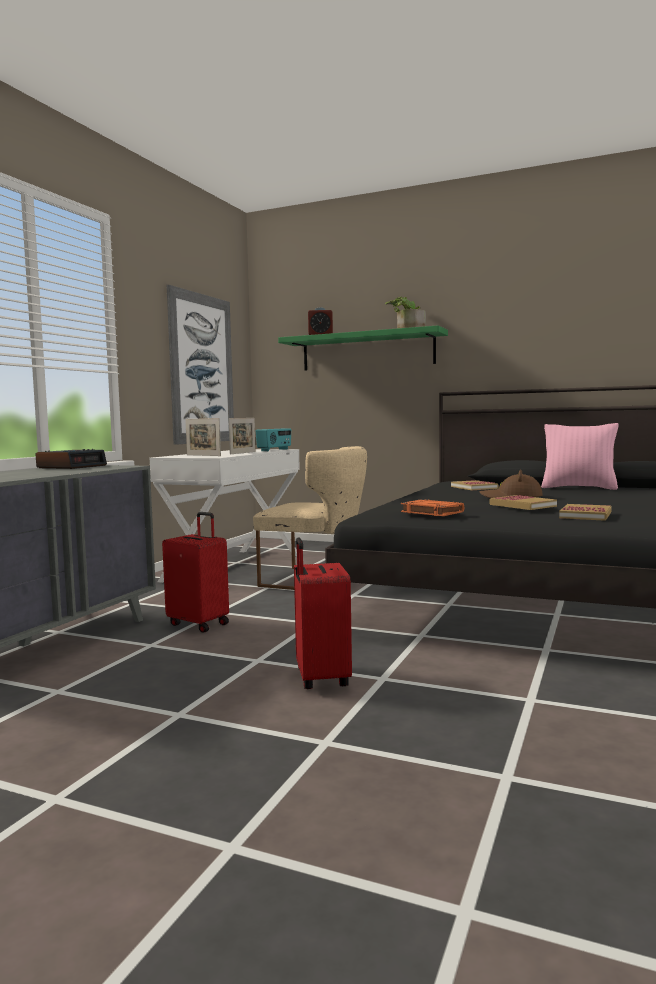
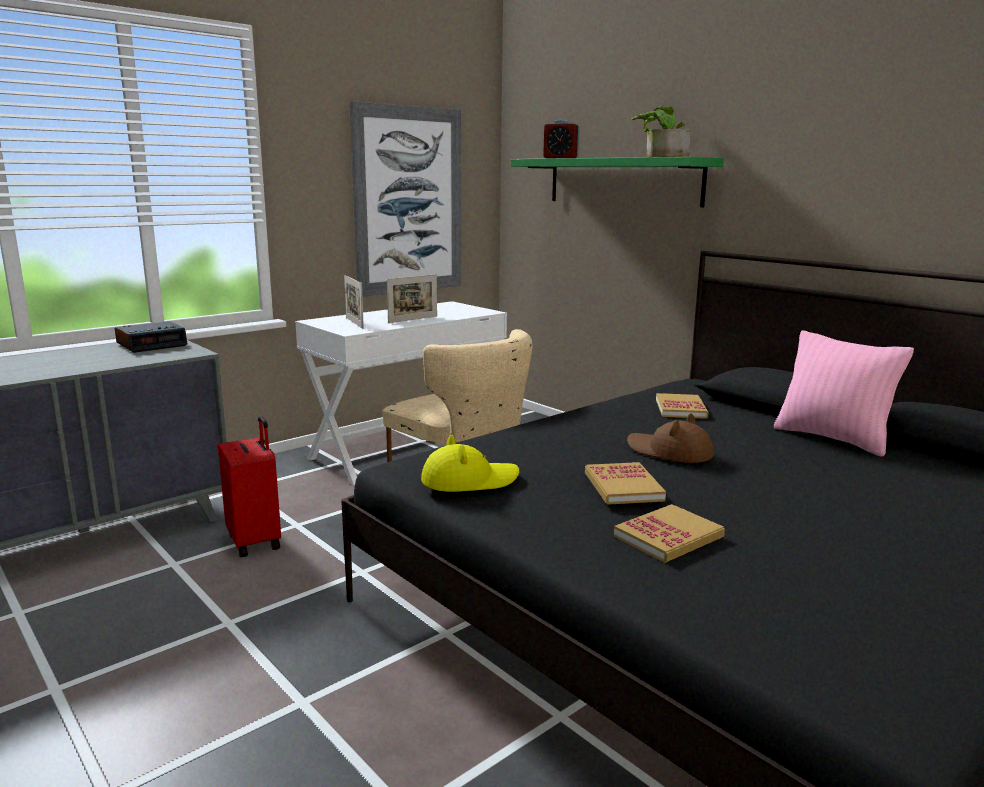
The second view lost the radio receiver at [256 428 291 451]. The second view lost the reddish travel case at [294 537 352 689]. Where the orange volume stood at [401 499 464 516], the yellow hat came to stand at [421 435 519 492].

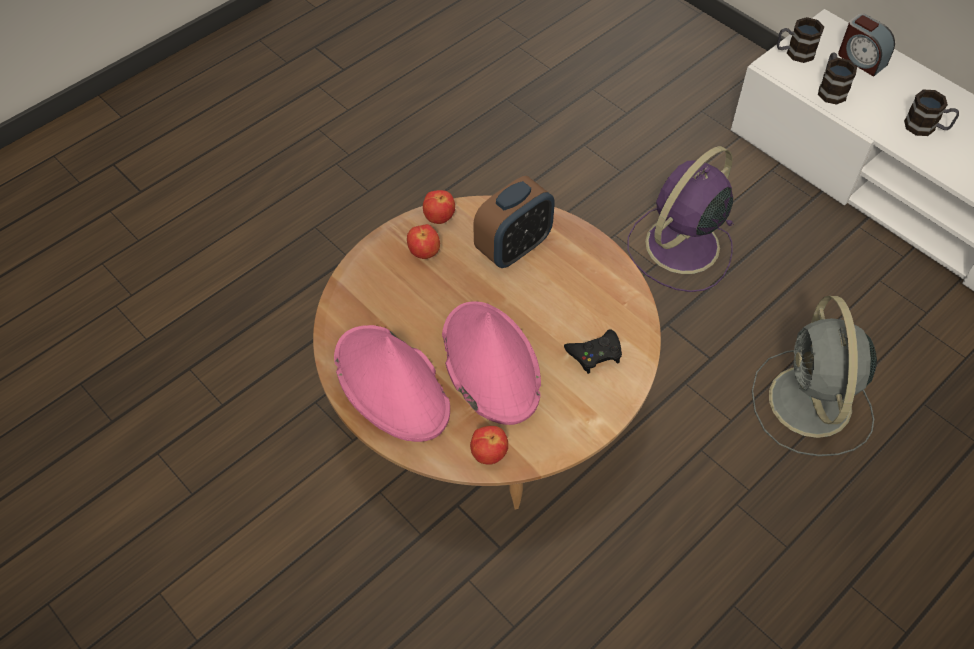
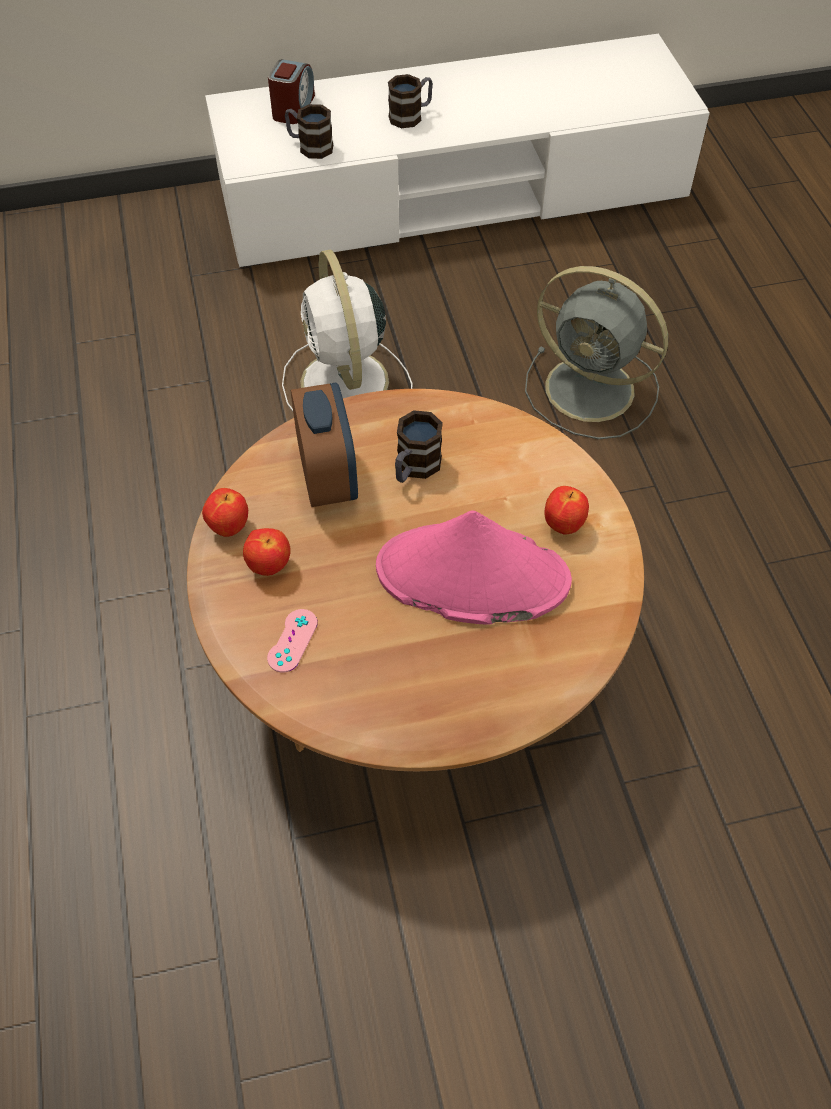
The second view lost the pink-coloured hat at [334 325 450 442]. The second view lost the blackish gamepad at [564 329 622 374]. The second view gained the pink-coloured gamepad at [267 609 318 673]. The apple fruit ended up elsewhere, having gone from [470 426 508 464] to [544 486 589 535]. The mug ended up elsewhere, having gone from [777 17 824 63] to [395 410 443 483]. What was the purple-coloured cooling fan at [627 146 734 292] turned into the white cooling fan at [282 250 413 411]. The bedside clock at [838 13 895 77] ended up facing another way, 60 degrees counterclockwise from before.

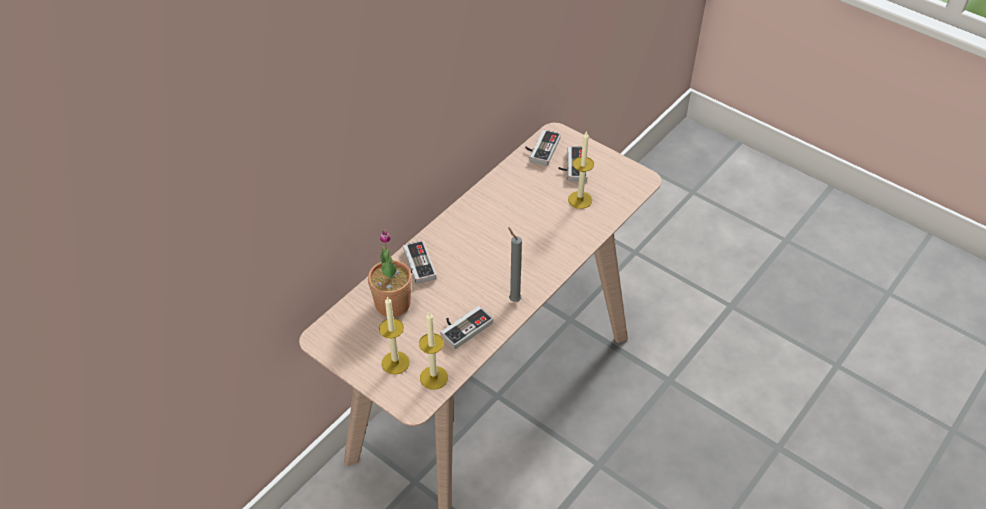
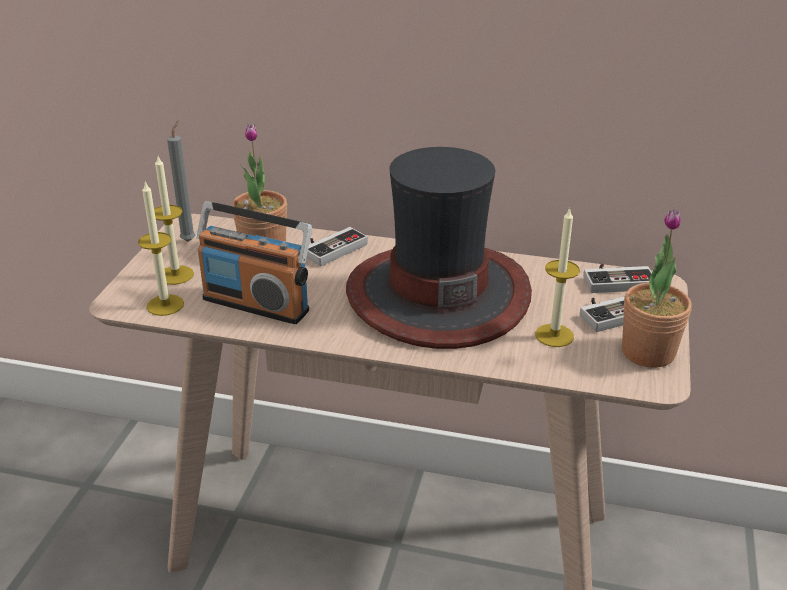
The second view gained the hat at [346 147 532 349]. The second view gained the houseplant at [622 209 692 368]. The greyish wax candle ended up elsewhere, having gone from [508 227 522 302] to [167 120 195 242]. Where the gamepad stood at [440 306 493 349], the radio receiver came to stand at [197 201 312 324].

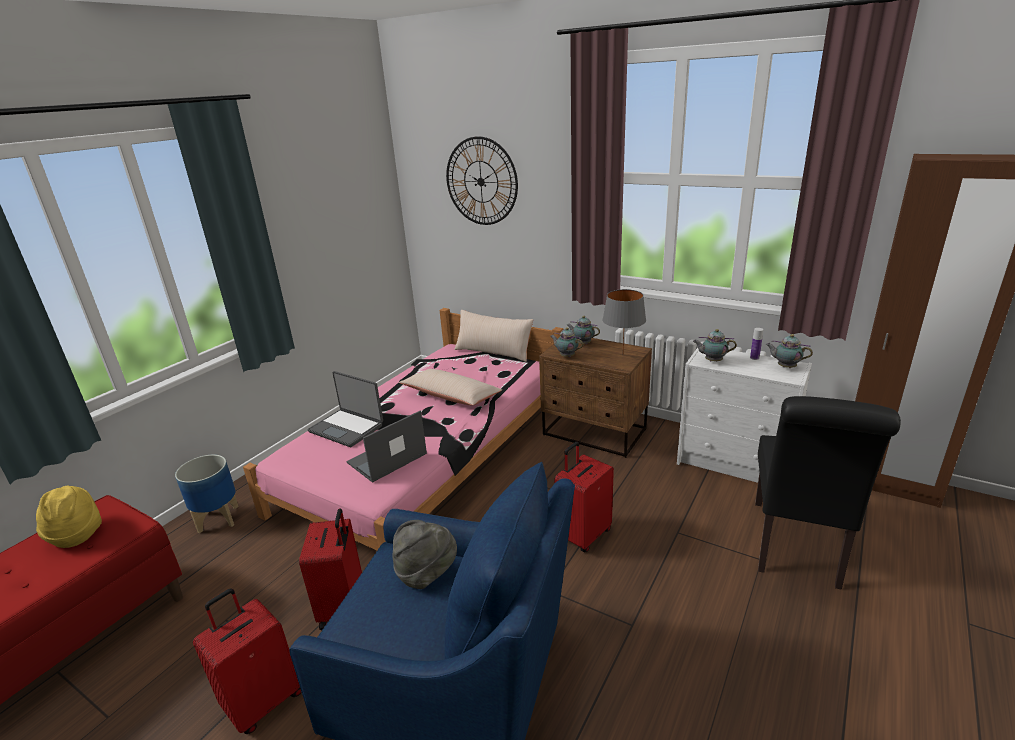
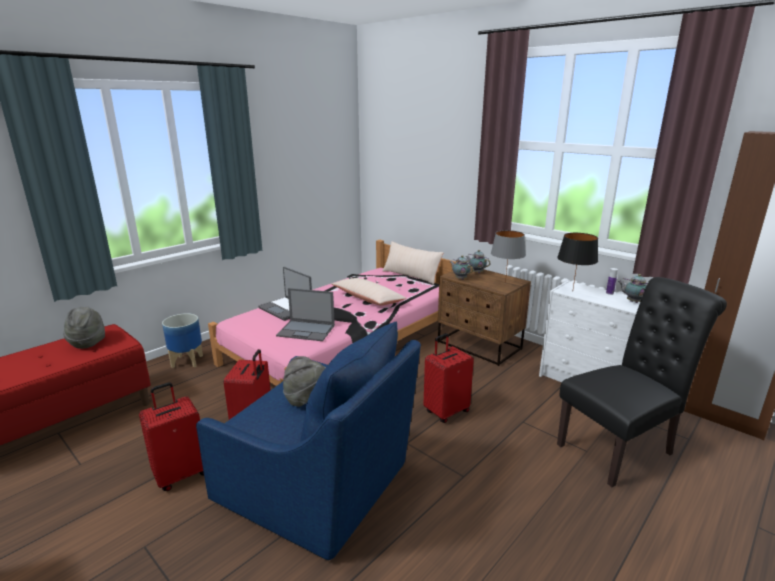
The second view lost the hanging clock at [446 136 518 225]. Where the teapot stood at [693 329 737 362], the blackish table lamp came to stand at [557 233 598 292]. What was the yellow hat at [36 485 102 548] turned into the greyish hat at [63 307 105 349]. The laptop at [346 411 427 483] ended up facing another way, 135 degrees counterclockwise from before. The blackish plain chair at [755 396 901 590] ended up facing another way, 150 degrees counterclockwise from before.

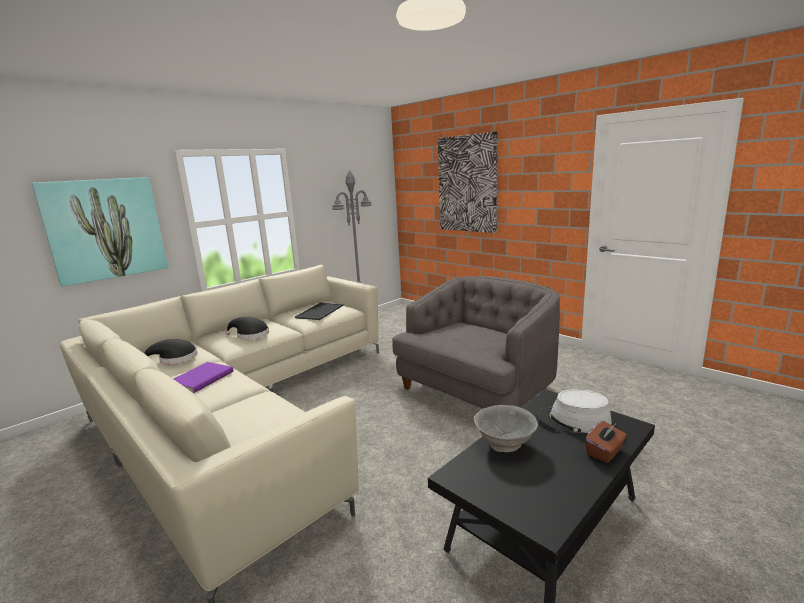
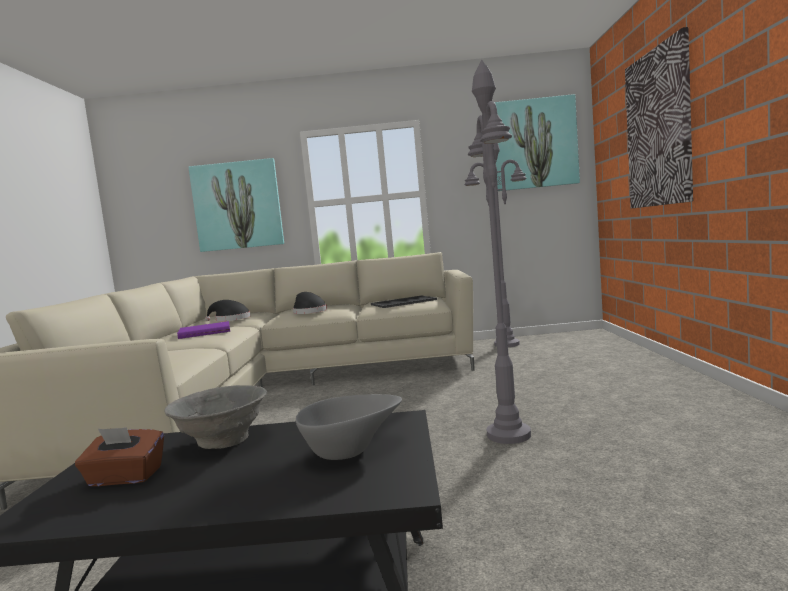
The second view gained the picture at [495 94 580 191]. The brown tissue holder ended up elsewhere, having gone from [585 421 627 463] to [75 427 164 486]. Where the greyish lounge chair stood at [392 276 560 409], the greyish floor lamp came to stand at [468 60 531 444]. Where the greyish hat stood at [537 389 612 433], the greyish serving bowl came to stand at [296 394 402 460].

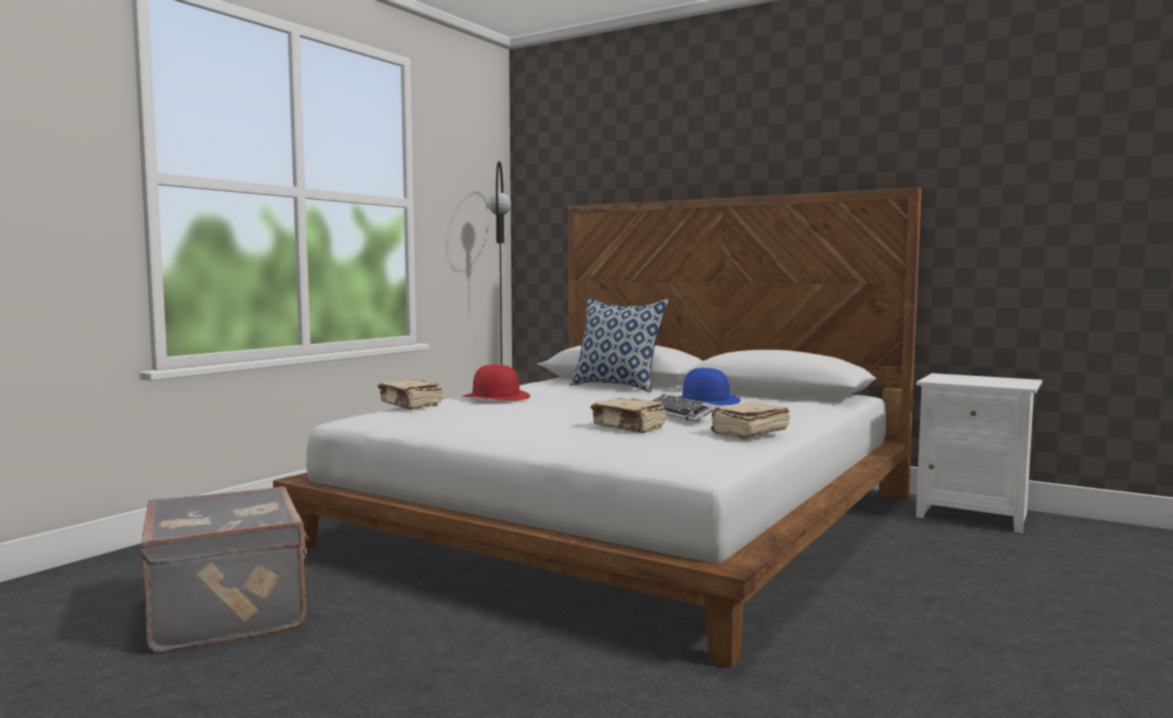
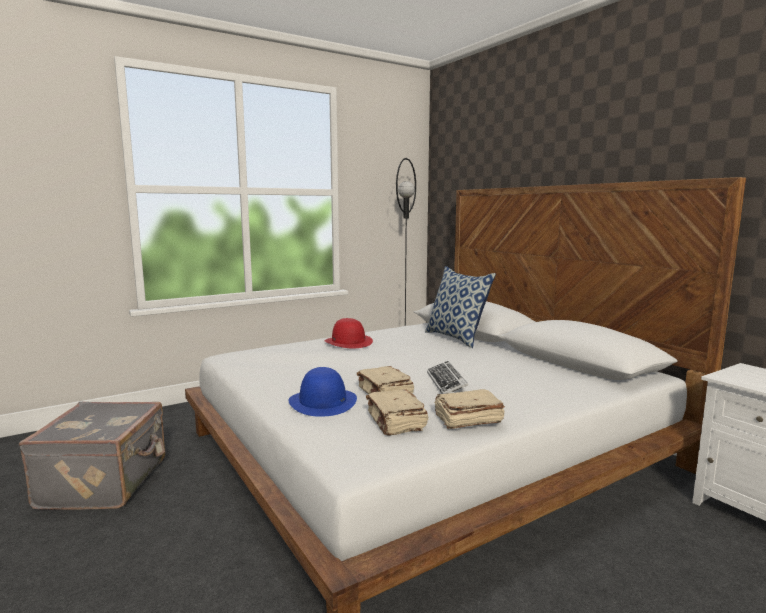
The beige volume ended up elsewhere, having gone from [378 380 443 410] to [366 389 429 436]. The bluish hat ended up elsewhere, having gone from [678 368 741 405] to [289 367 357 417].

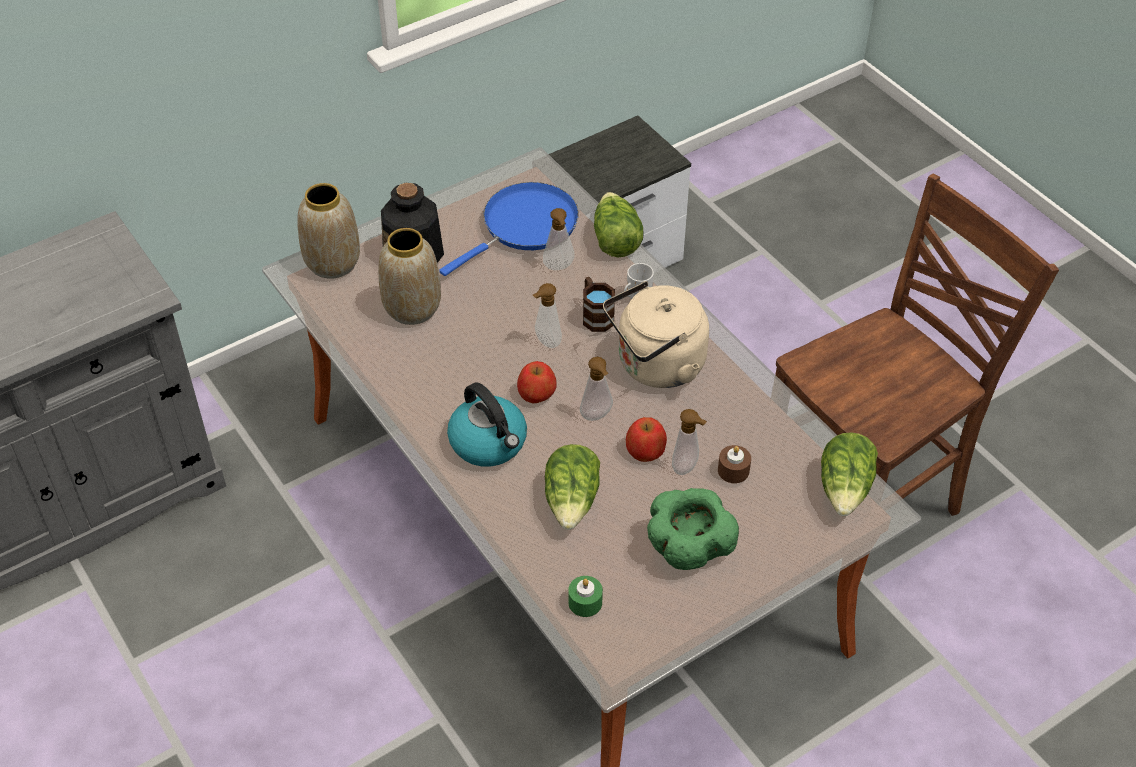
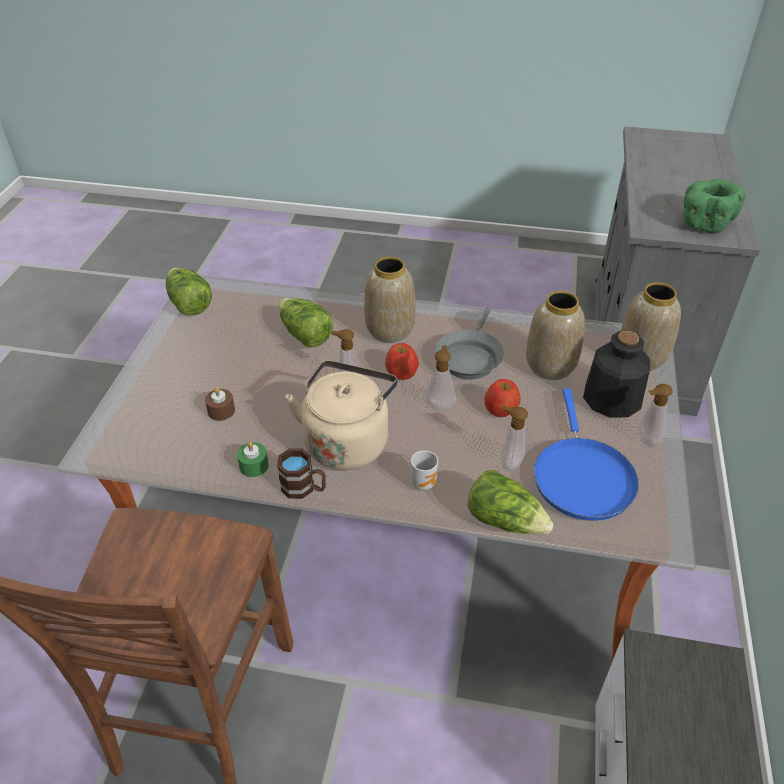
The second view gained the greyish pan at [435 307 504 379]. The greenish wax candle ended up elsewhere, having gone from [568 576 603 617] to [237 442 269 477]. The brown mug ended up elsewhere, having gone from [583 277 615 332] to [277 449 326 499]. The apple fruit ended up elsewhere, having gone from [626 417 667 462] to [484 379 521 417]. The greenish serving bowl ended up elsewhere, having gone from [647 488 739 570] to [684 179 745 233]. The soap bottle ended up elsewhere, having gone from [672 409 707 475] to [638 384 673 447]. The lettuce ended up elsewhere, having gone from [821 432 878 516] to [166 268 212 315]. Where the kettle stood at [447 382 527 467], the flower vase came to stand at [364 257 416 343].

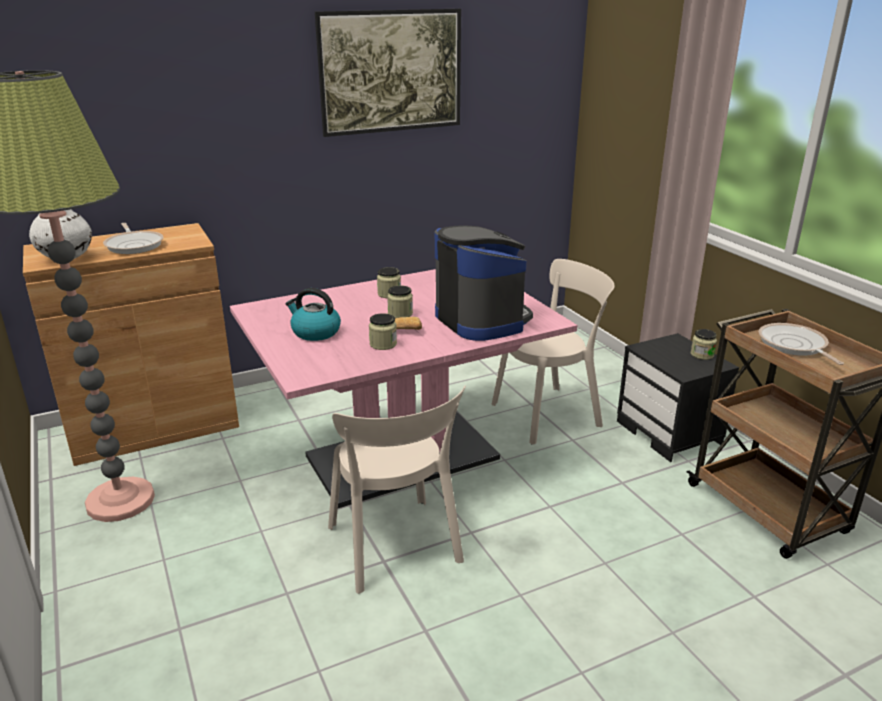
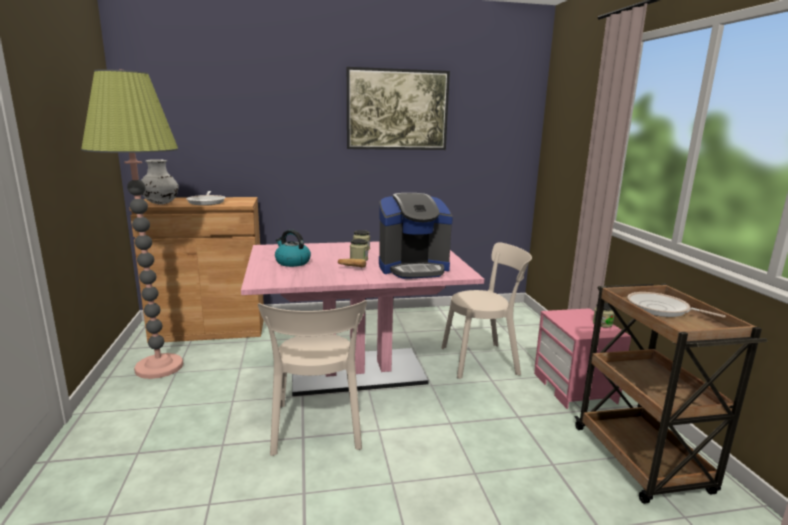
The second view lost the storage jar at [369 313 397 350]. What was the blackish night table at [617 333 739 462] turned into the pink-coloured night table at [534 308 631 409]. The coffee machine at [435 225 533 341] ended up facing another way, 90 degrees clockwise from before. The pan at [759 323 844 365] ended up facing another way, 45 degrees counterclockwise from before.

